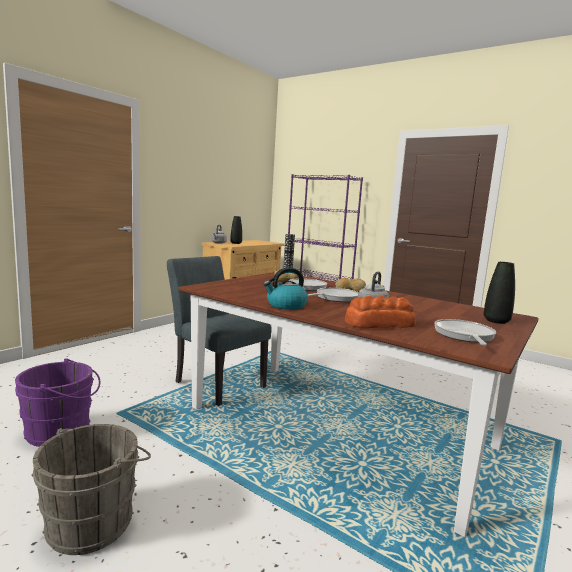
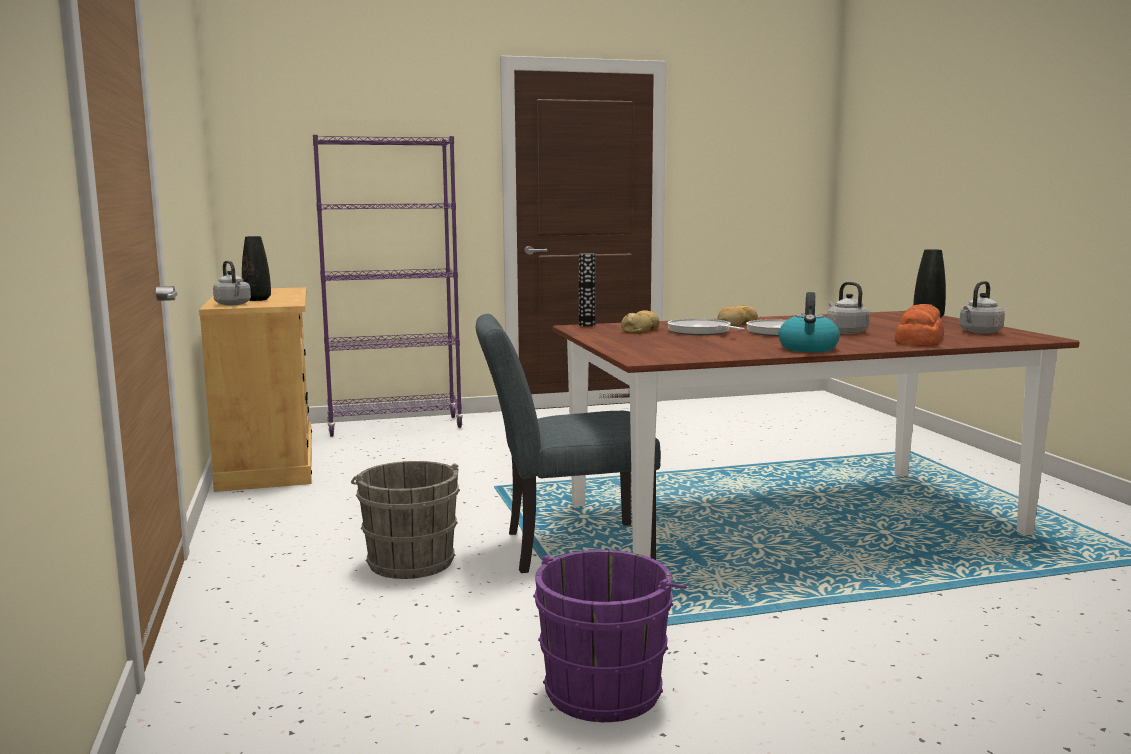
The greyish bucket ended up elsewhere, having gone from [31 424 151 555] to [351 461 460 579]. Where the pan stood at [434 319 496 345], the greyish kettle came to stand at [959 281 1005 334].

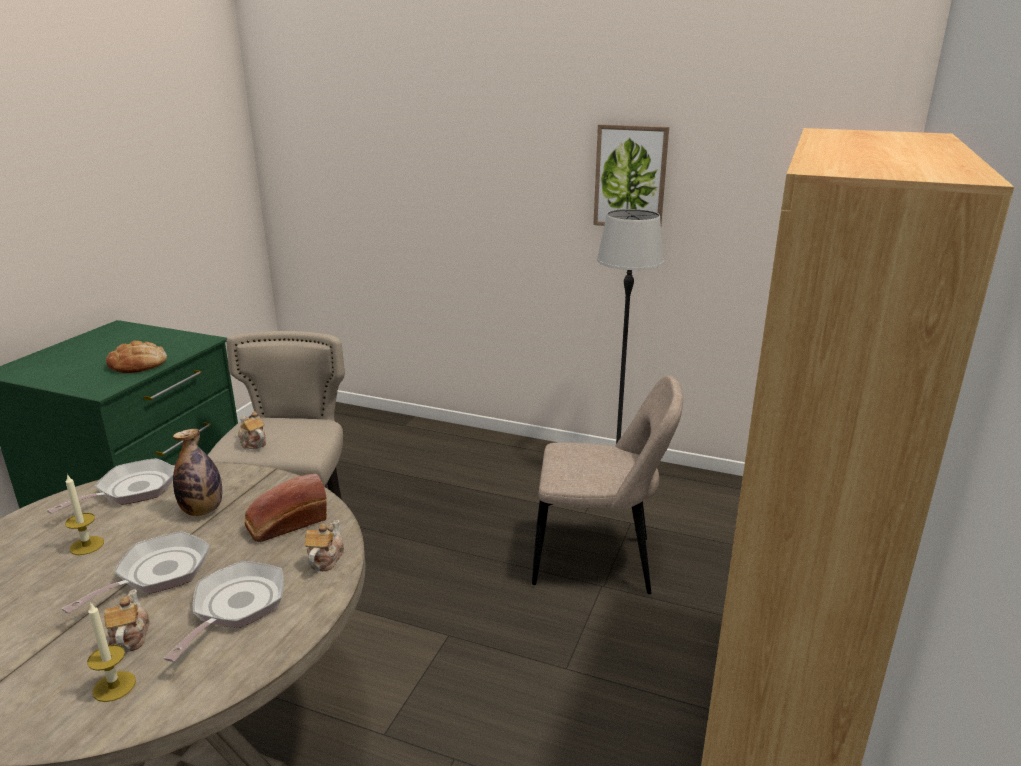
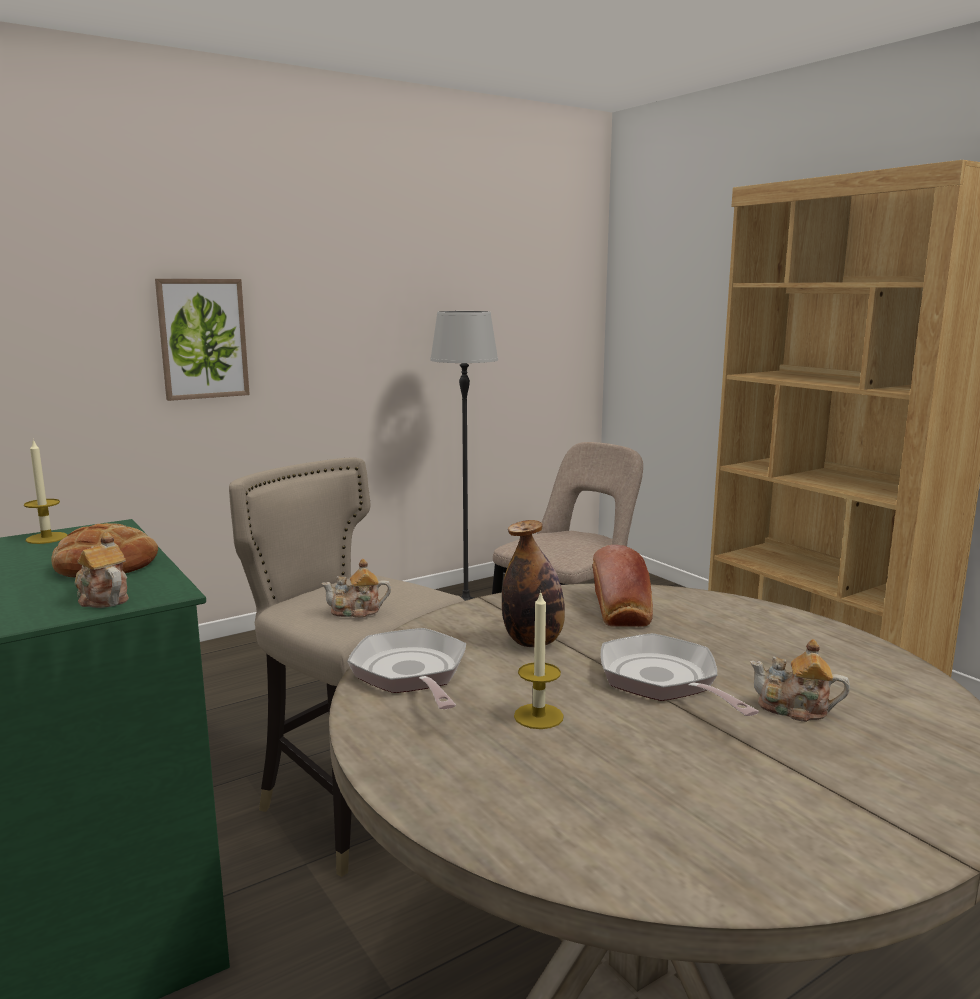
The second view lost the pan at [164 561 284 662]. The wax candle ended up elsewhere, having gone from [87 602 136 702] to [24 439 67 544]. The teapot ended up elsewhere, having gone from [305 520 344 571] to [75 532 129 608]. The picture ended up elsewhere, having gone from [593 124 669 226] to [155 279 250 401].

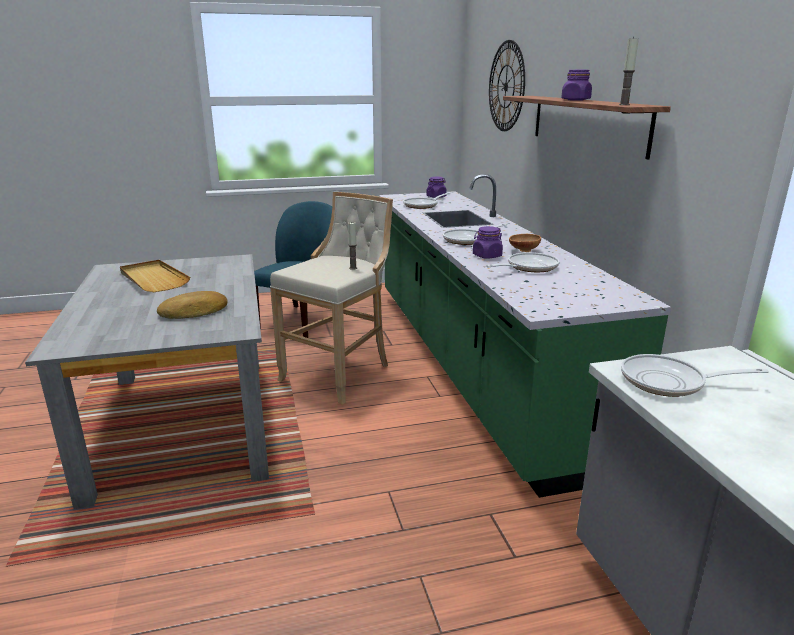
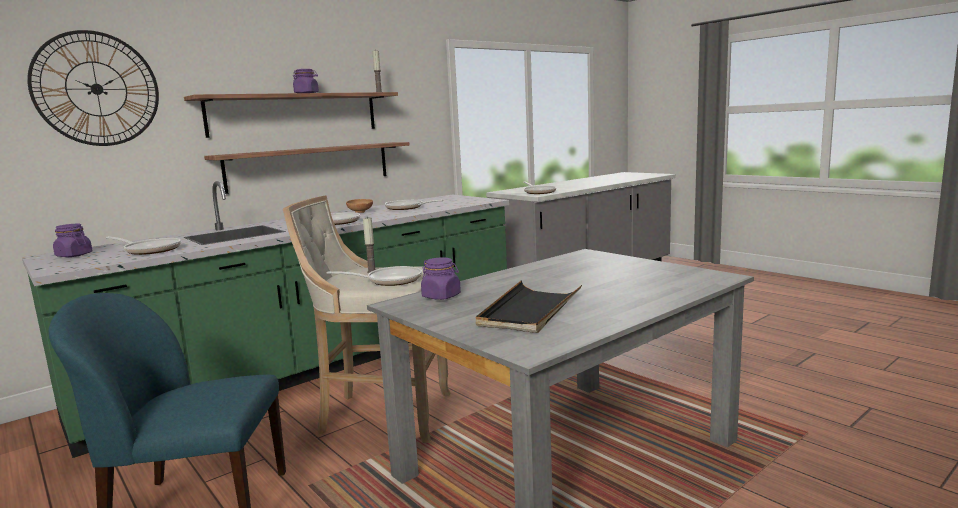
The second view lost the bread at [157 291 228 319]. The second view gained the wall shelf at [204 142 410 194]. The second view gained the pan at [327 266 422 286]. The purple-coloured storage jar ended up elsewhere, having gone from [473 226 503 259] to [421 257 461 300]. What was the beige carrying tray at [120 260 190 292] turned into the blackish carrying tray at [476 281 582 333].

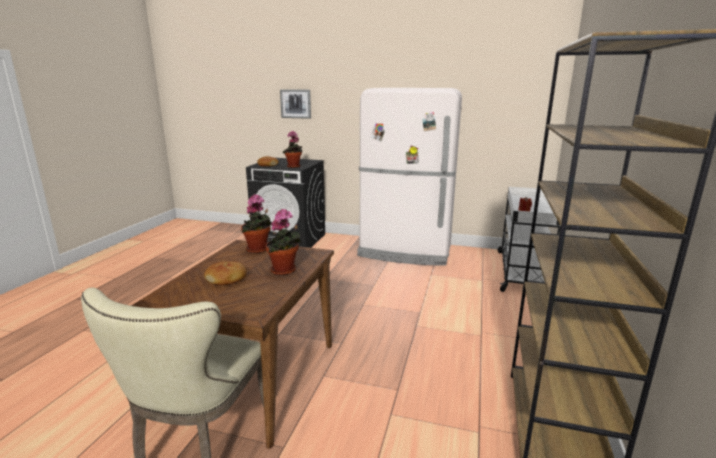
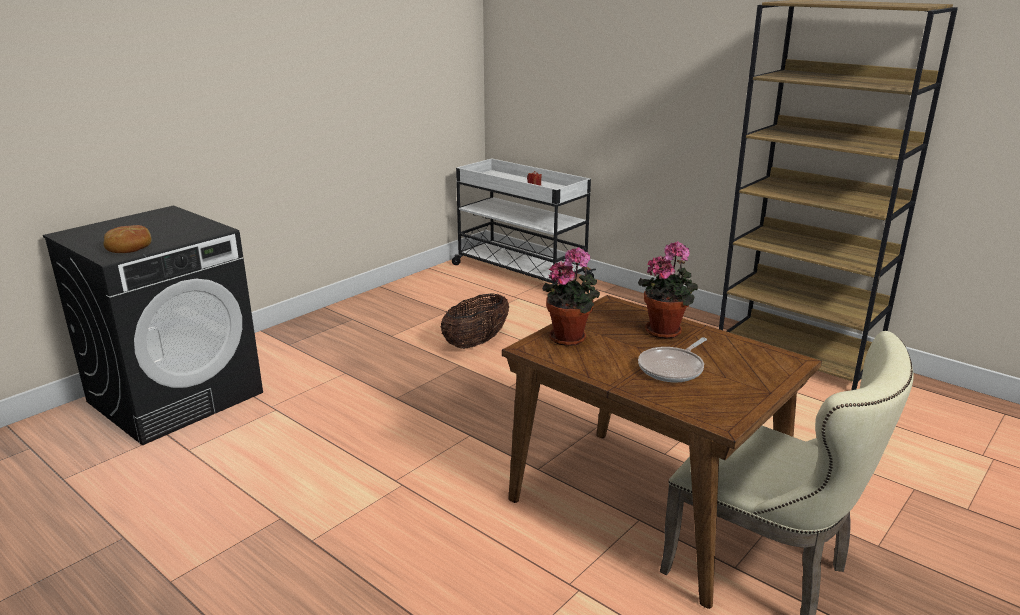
The second view lost the picture at [280 89 311 119]. The second view lost the houseplant at [283 131 303 168]. The second view lost the white kitchen fridge at [357 88 462 266]. The second view gained the basket at [441 293 509 349]. Where the bread stood at [204 261 247 285], the pan came to stand at [638 337 707 382].

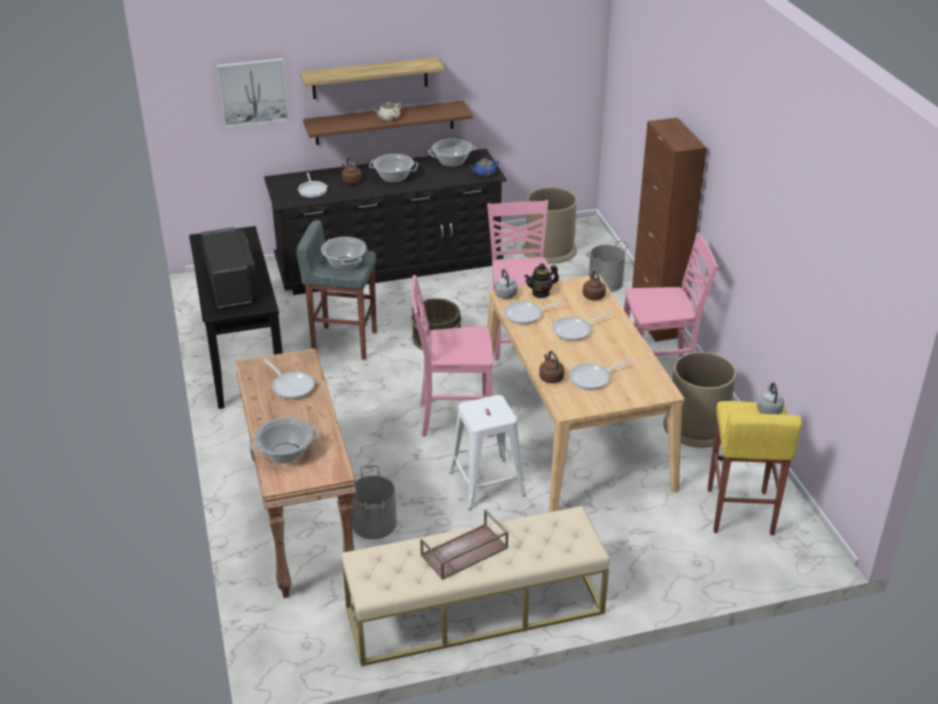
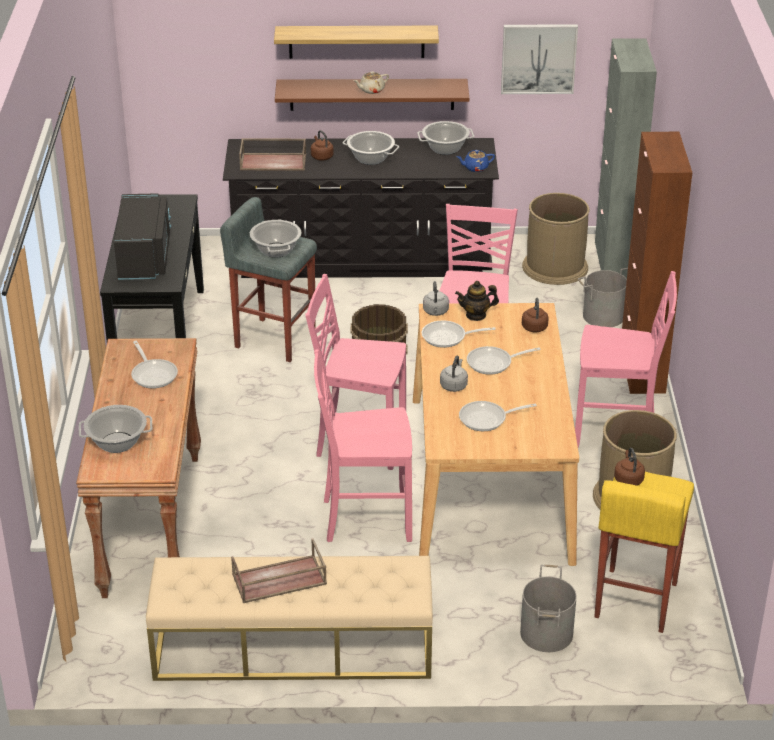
The second view gained the greyish storage cabinet at [595 38 657 279]. The picture ended up elsewhere, having gone from [217 58 289 128] to [501 24 578 94]. The greyish bucket ended up elsewhere, having gone from [352 465 397 539] to [520 565 577 652]. The brown kettle ended up elsewhere, having gone from [539 351 564 383] to [614 448 645 486]. The greyish kettle ended up elsewhere, having gone from [757 382 784 414] to [440 356 468 392]. Where the pan stood at [297 172 328 198], the brown carrying tray came to stand at [239 138 306 171]. Where the white sitting stool stood at [449 395 526 510], the pink-coloured plain chair came to stand at [314 349 412 542].

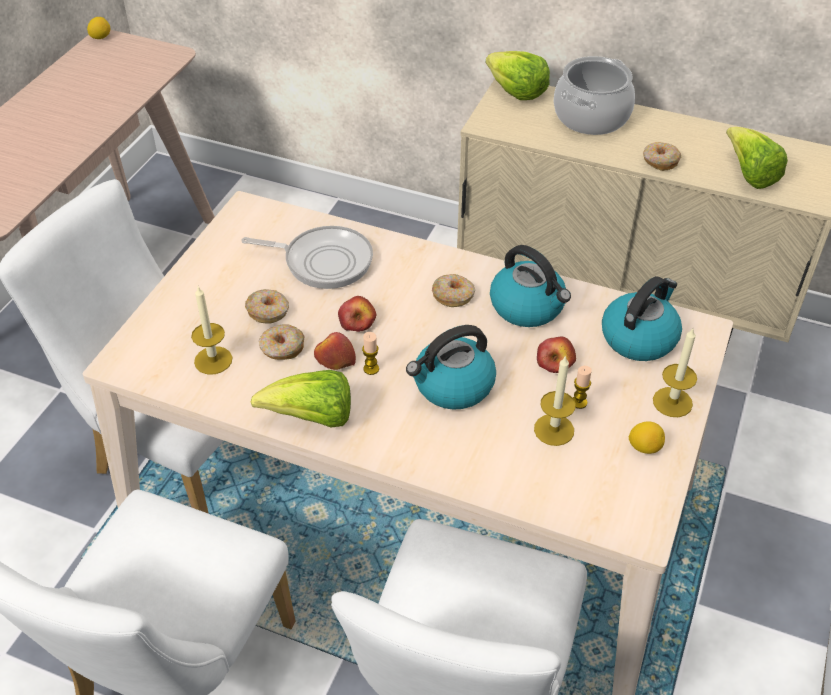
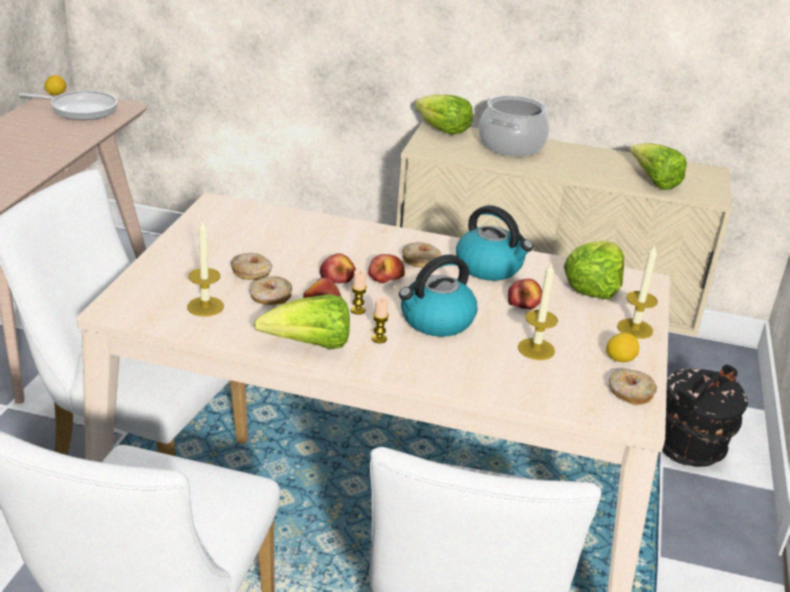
The second view gained the apple fruit at [368 254 405 284]. The second view gained the blackish bucket at [662 364 748 467]. The pan ended up elsewhere, having gone from [241 226 373 289] to [19 91 117 120]. The wax candle ended up elsewhere, having gone from [573 366 592 409] to [371 297 389 344]. The ring doughnut ended up elsewhere, having gone from [643 142 681 171] to [609 369 657 405]. Where the kettle stood at [602 276 682 361], the lettuce came to stand at [564 240 624 300].

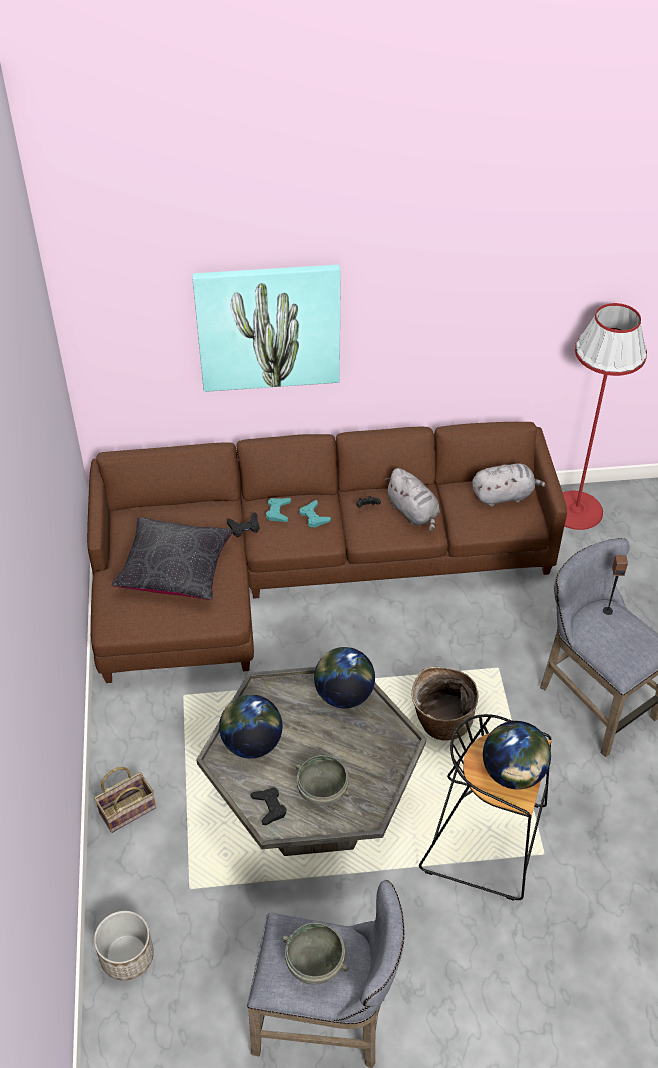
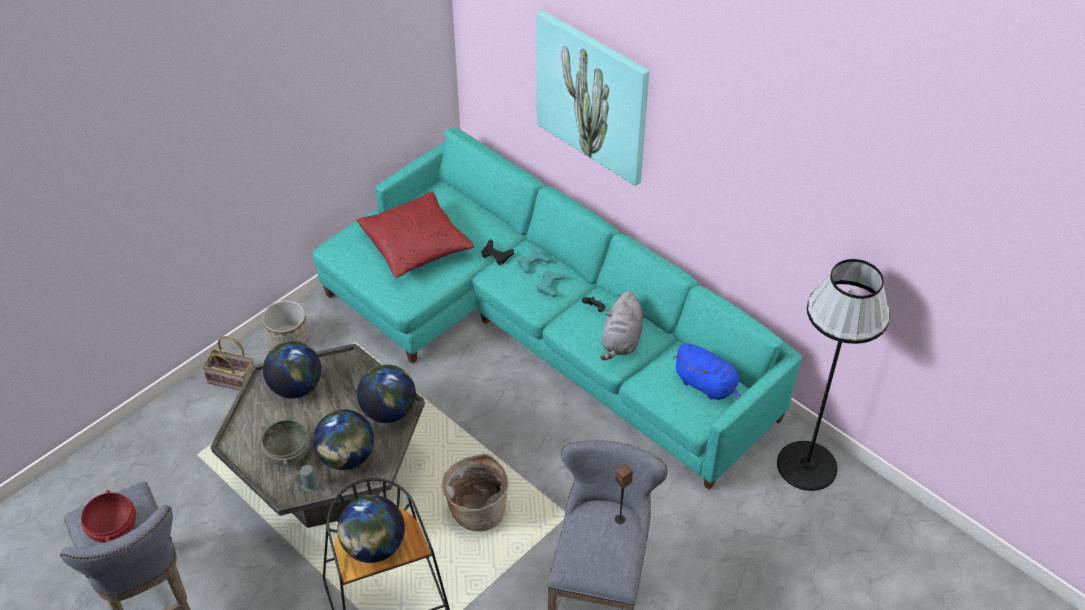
The second view lost the blackish gamepad at [250 787 287 825]. The second view gained the greyish wax candle at [299 465 320 492]. The second view gained the globe at [313 409 374 470]. The flower pot ended up elsewhere, having gone from [94 911 154 981] to [262 300 309 349]. What was the brown couch at [87 422 567 683] turned into the blue-green couch at [313 127 802 490]. What was the blackish cushion at [111 517 233 600] turned into the reddish cushion at [356 191 474 278]. What was the greyish serving bowl at [282 923 349 985] turned into the reddish serving bowl at [81 490 136 543]. What was the greyish plush toy at [472 463 545 507] turned into the bluish plush toy at [673 343 741 400]. What was the reddish floor lamp at [563 303 647 530] turned into the blackish floor lamp at [777 259 890 491].

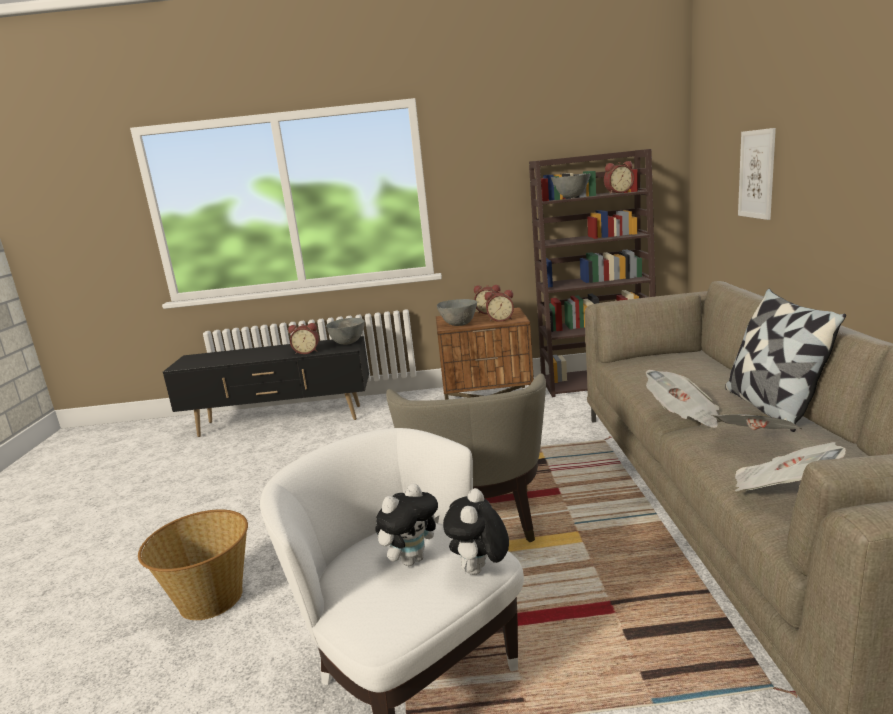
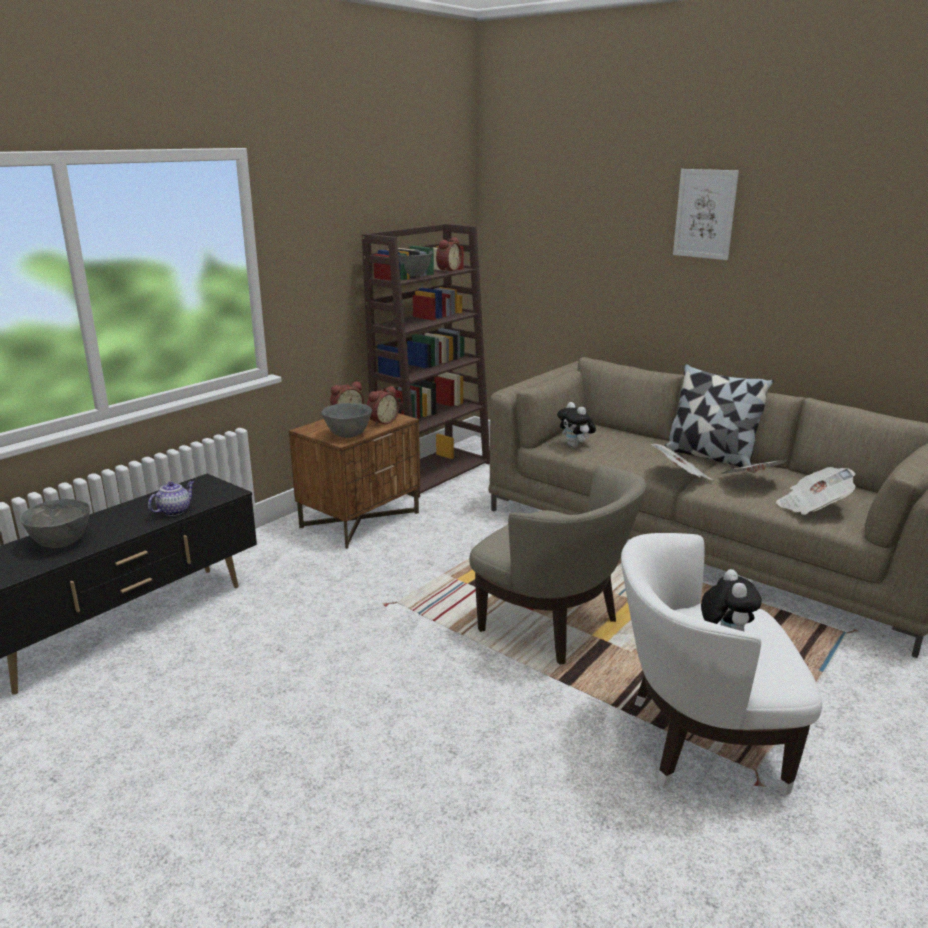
The second view lost the basket at [138 509 248 620]. The greyish serving bowl ended up elsewhere, having gone from [326 318 365 345] to [20 499 90 548]. The plush toy ended up elsewhere, having gone from [443 488 509 575] to [557 402 596 448]. The picture ended up elsewhere, having gone from [738 128 776 220] to [673 169 739 260]. Where the bedside clock stood at [288 323 319 354], the teapot came to stand at [148 481 194 516].

